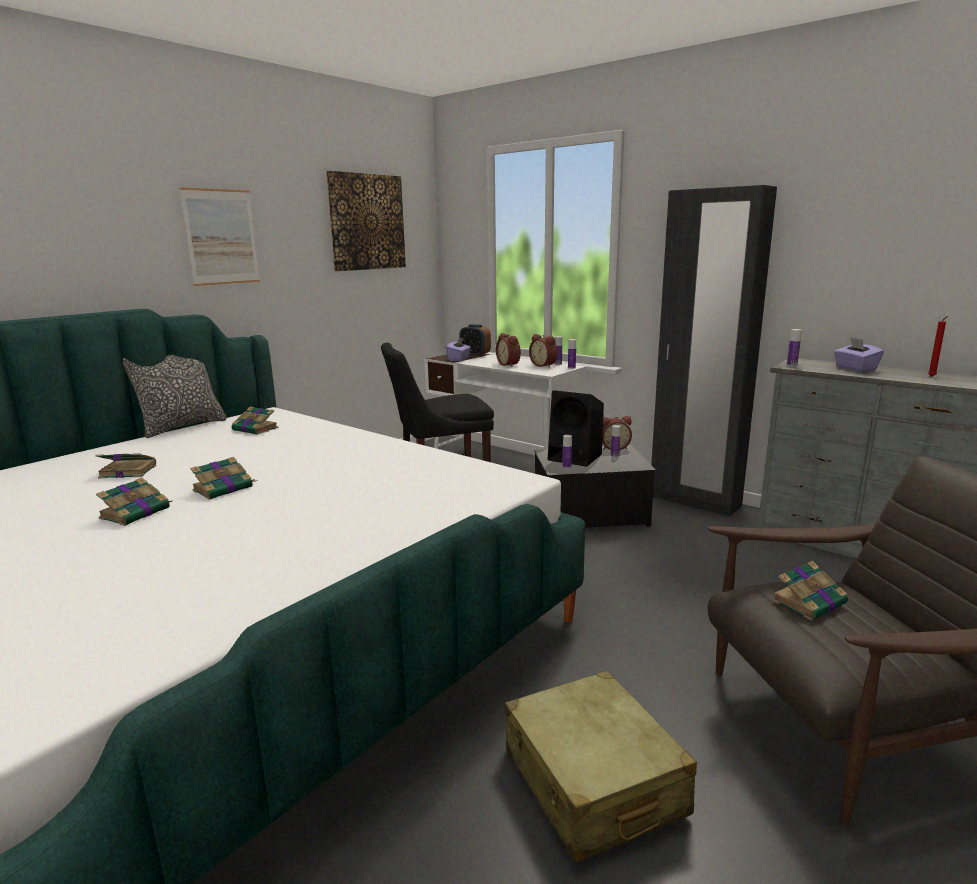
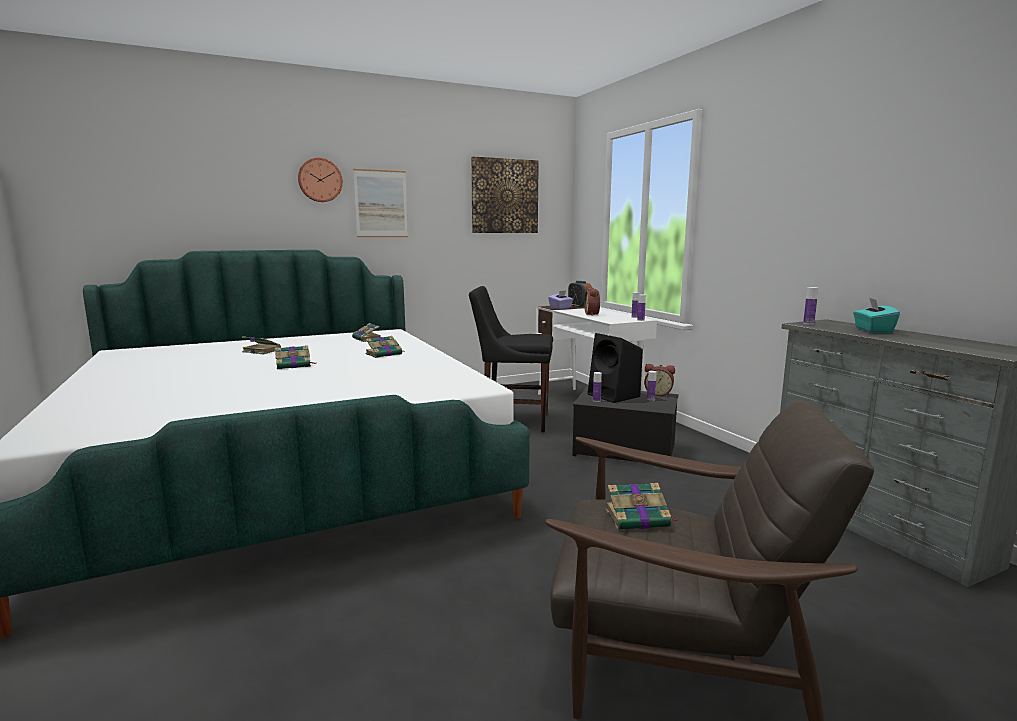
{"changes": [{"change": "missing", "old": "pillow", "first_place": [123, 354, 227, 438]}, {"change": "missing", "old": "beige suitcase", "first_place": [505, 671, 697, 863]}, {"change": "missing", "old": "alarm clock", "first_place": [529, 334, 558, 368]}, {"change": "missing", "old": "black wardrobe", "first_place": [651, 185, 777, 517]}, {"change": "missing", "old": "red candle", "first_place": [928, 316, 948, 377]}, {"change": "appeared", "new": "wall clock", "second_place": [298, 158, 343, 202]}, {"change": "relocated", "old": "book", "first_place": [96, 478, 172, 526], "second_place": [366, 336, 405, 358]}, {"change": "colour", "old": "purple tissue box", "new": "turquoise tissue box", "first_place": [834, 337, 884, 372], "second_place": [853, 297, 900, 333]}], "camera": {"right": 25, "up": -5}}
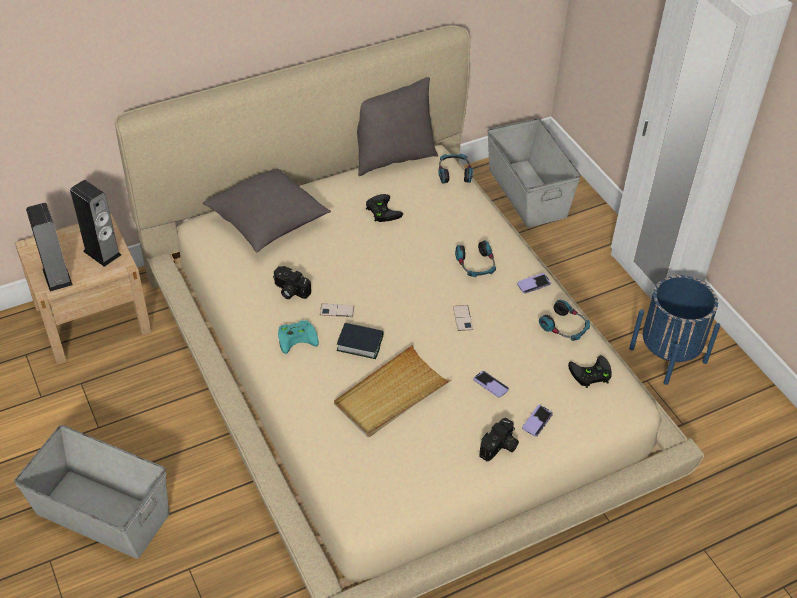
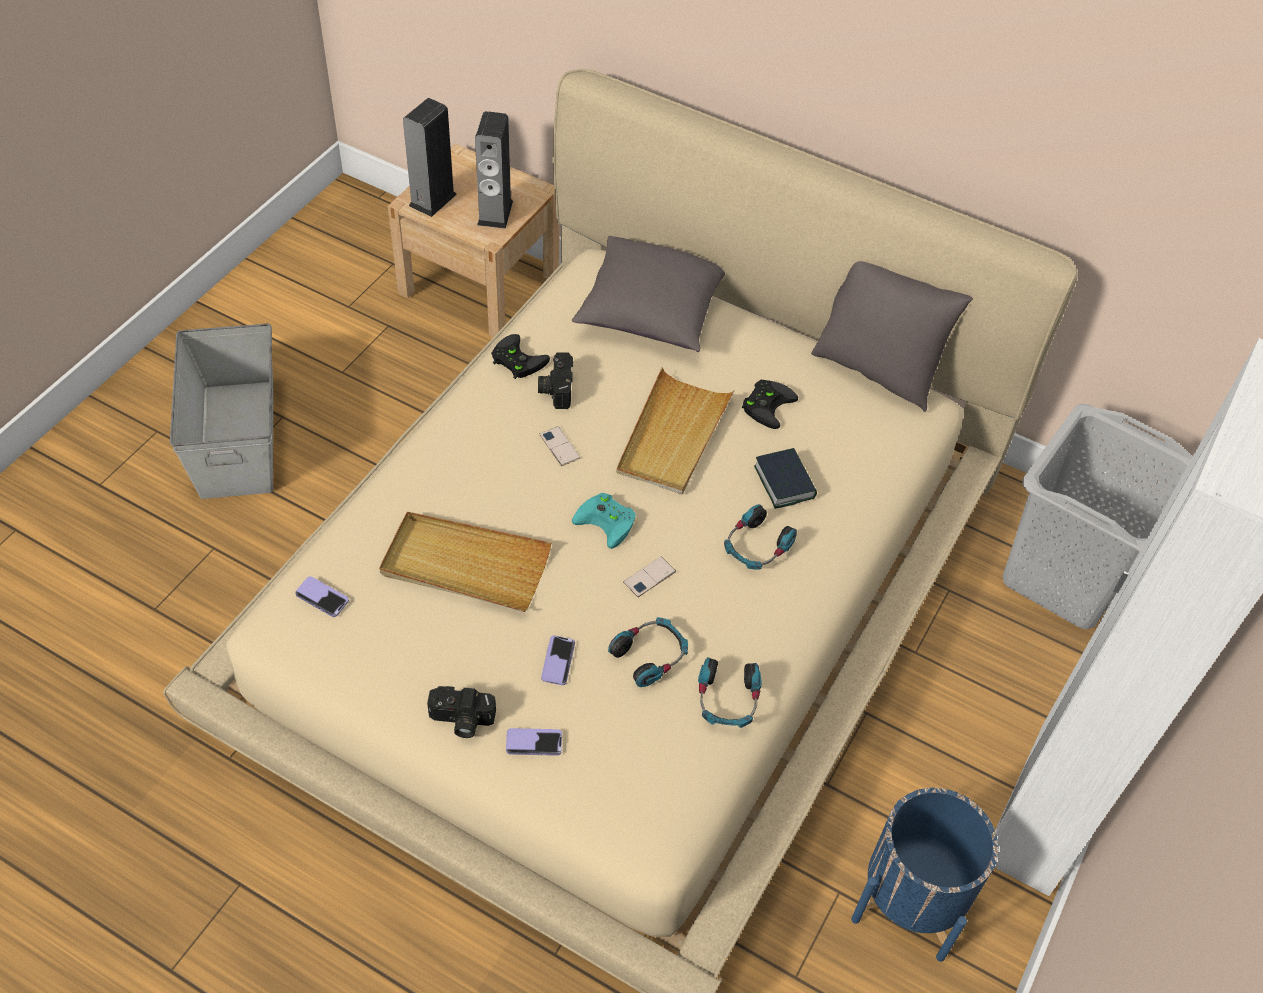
{"changes": [{"change": "appeared", "new": "beige tray", "second_place": [616, 368, 735, 495]}, {"change": "relocated", "old": "turquoise game controller", "first_place": [278, 320, 319, 354], "second_place": [572, 493, 636, 549]}, {"change": "relocated", "old": "book", "first_place": [337, 323, 383, 359], "second_place": [754, 448, 817, 509]}, {"change": "relocated", "old": "headphones", "first_place": [438, 154, 473, 183], "second_place": [608, 617, 688, 687]}, {"change": "relocated", "old": "phone", "first_place": [517, 273, 551, 294], "second_place": [295, 576, 349, 617]}, {"change": "relocated", "old": "black game controller", "first_place": [568, 355, 612, 388], "second_place": [491, 334, 550, 379]}, {"change": "exchanged", "old": "grey storage box", "new": "grey laundry basket", "first_place": [487, 118, 581, 228], "second_place": [1003, 404, 1193, 629]}], "camera": {"right": 55, "up": 5}}
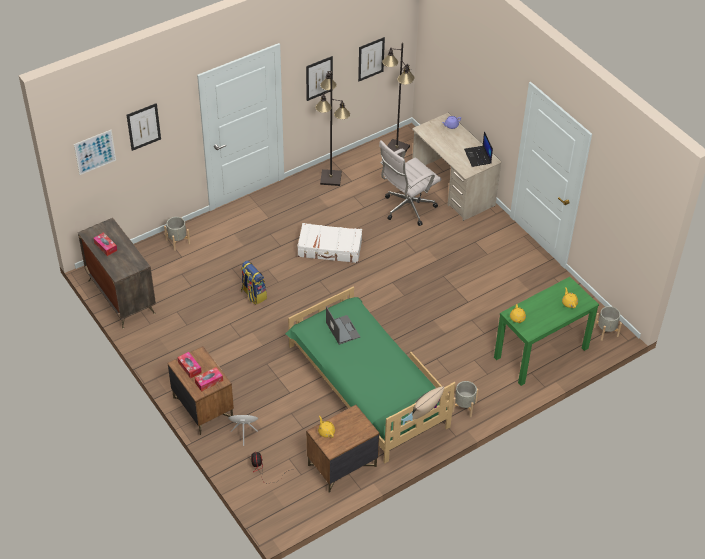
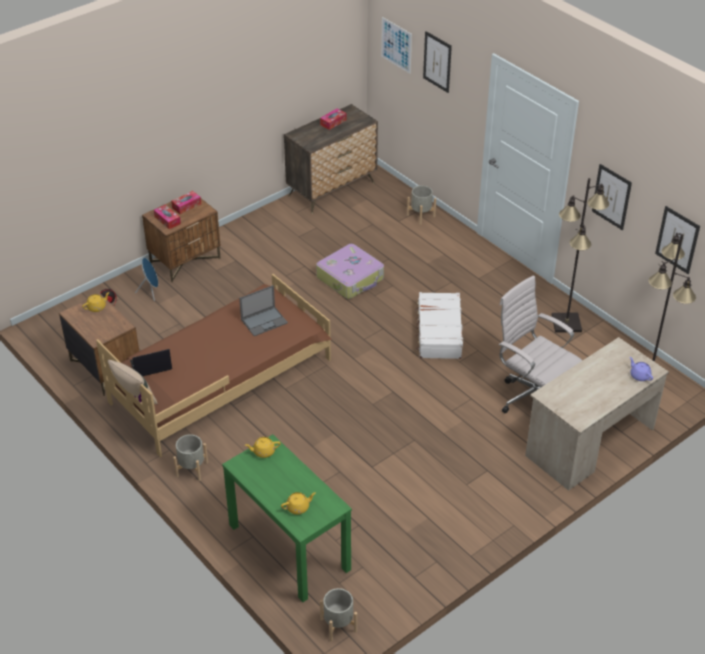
{"changes": [{"change": "relocated", "old": "laptop", "first_place": [464, 131, 493, 167], "second_place": [130, 349, 172, 376]}, {"change": "exchanged", "old": "backpack", "new": "suitcase", "first_place": [241, 260, 267, 305], "second_place": [316, 244, 384, 299]}, {"change": "colour", "old": "green bed", "new": "brown bed", "first_place": [285, 287, 456, 464], "second_place": [96, 274, 332, 457]}], "camera": {"right": 85, "up": -5}}
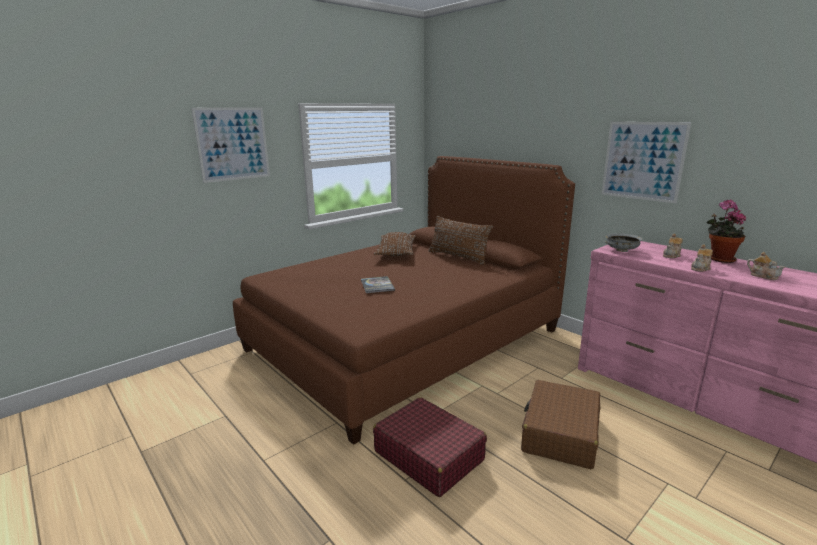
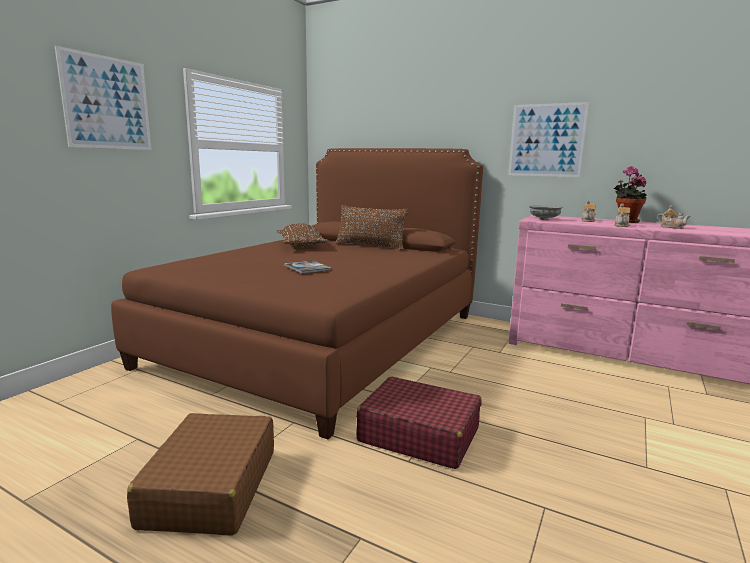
{"changes": [{"change": "relocated", "old": "brown suitcase", "first_place": [521, 380, 600, 469], "second_place": [127, 413, 274, 536]}], "camera": {"right": -20, "up": -5}}
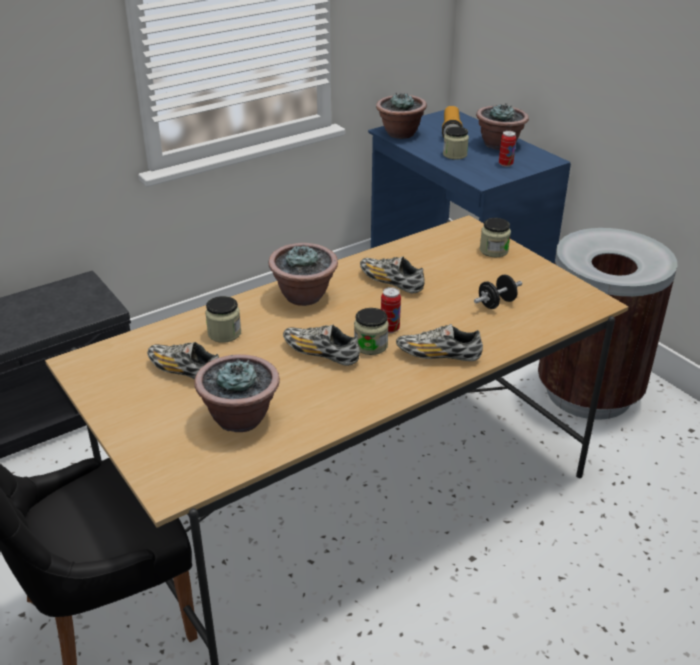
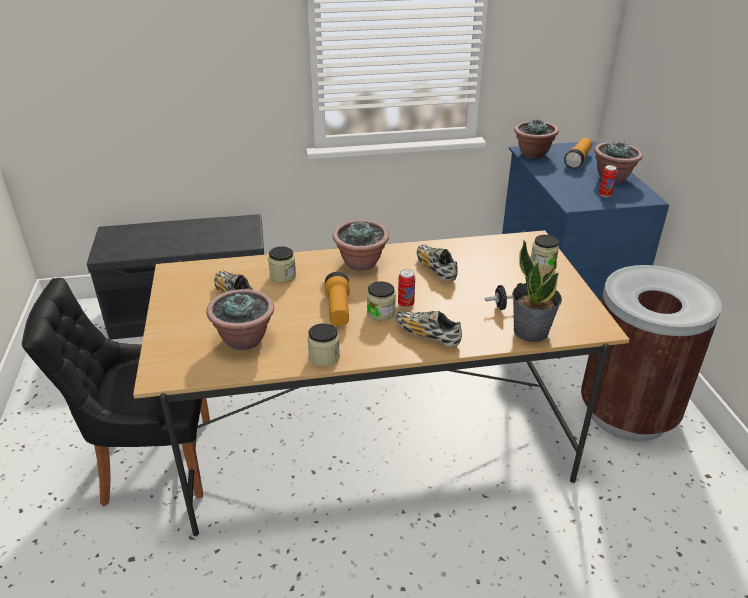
{"changes": [{"change": "appeared", "new": "potted plant", "second_place": [512, 240, 562, 342]}, {"change": "relocated", "old": "jar", "first_place": [443, 126, 469, 160], "second_place": [308, 323, 340, 367]}, {"change": "exchanged", "old": "shoe", "new": "flashlight", "first_place": [283, 325, 360, 366], "second_place": [325, 272, 350, 326]}], "camera": {"right": 25, "up": 0}}
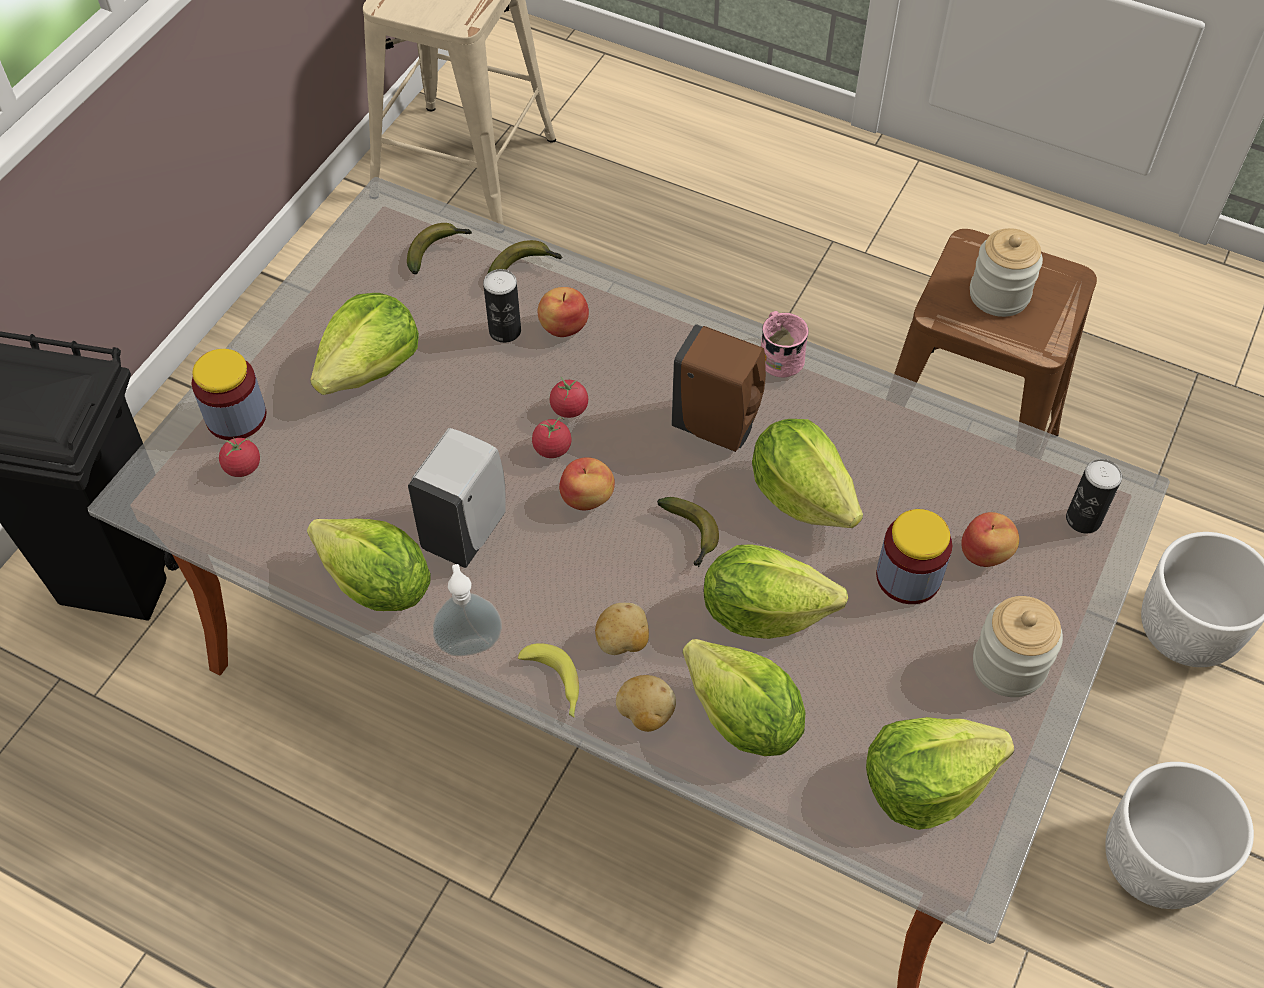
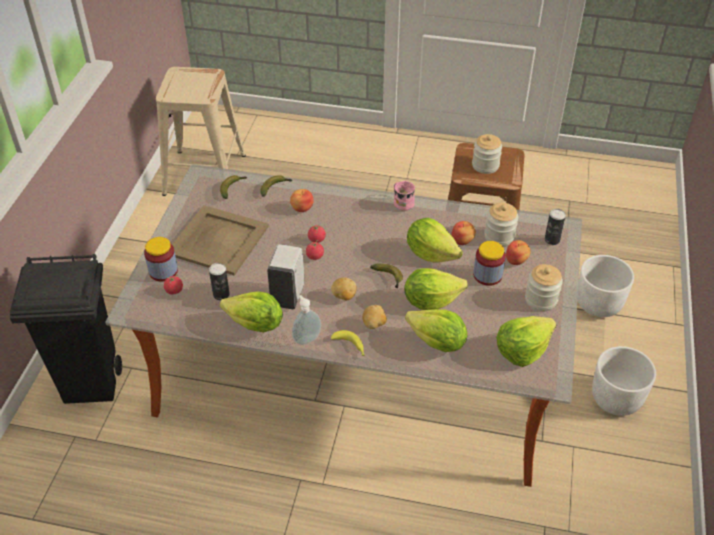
{"changes": [{"change": "missing", "old": "brown soap dispenser", "first_place": [671, 324, 766, 452]}, {"change": "appeared", "new": "jar", "second_place": [484, 203, 519, 246]}, {"change": "relocated", "old": "can", "first_place": [483, 269, 521, 343], "second_place": [209, 263, 230, 300]}, {"change": "relocated", "old": "apple", "first_place": [559, 457, 615, 510], "second_place": [451, 221, 476, 245]}, {"change": "relocated", "old": "potato", "first_place": [616, 675, 676, 732], "second_place": [331, 277, 357, 300]}, {"change": "exchanged", "old": "lettuce", "new": "beige tray", "first_place": [310, 293, 419, 395], "second_place": [172, 205, 269, 276]}], "camera": {"right": -15, "up": -10}}
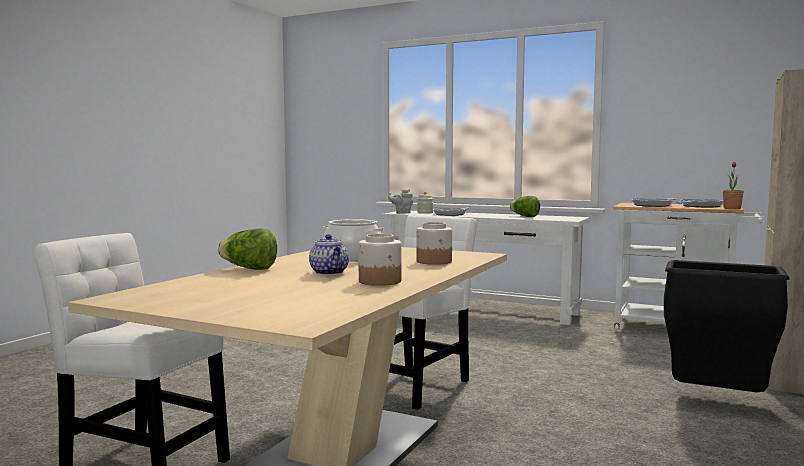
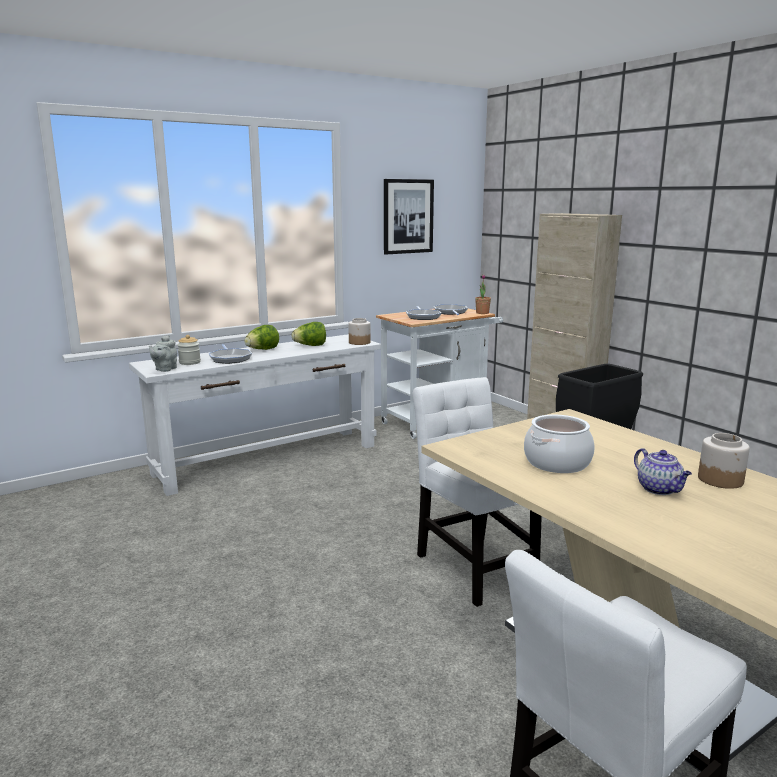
{"changes": [{"change": "appeared", "new": "picture", "second_place": [384, 179, 434, 255]}, {"change": "relocated", "old": "lettuce", "first_place": [218, 229, 277, 270], "second_place": [244, 325, 279, 350]}, {"change": "relocated", "old": "jar", "first_place": [416, 222, 452, 265], "second_place": [348, 318, 371, 345]}, {"change": "spun", "old": "teapot", "first_place": [309, 234, 349, 275], "second_place": [634, 448, 692, 495], "degrees": 60}], "camera": {"right": -60, "up": 10}}
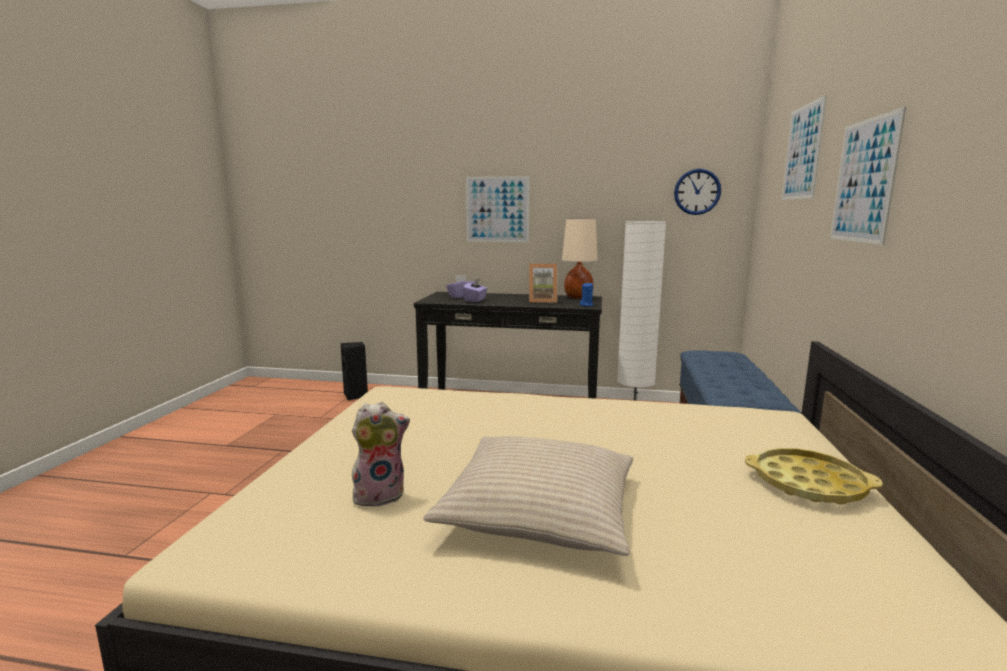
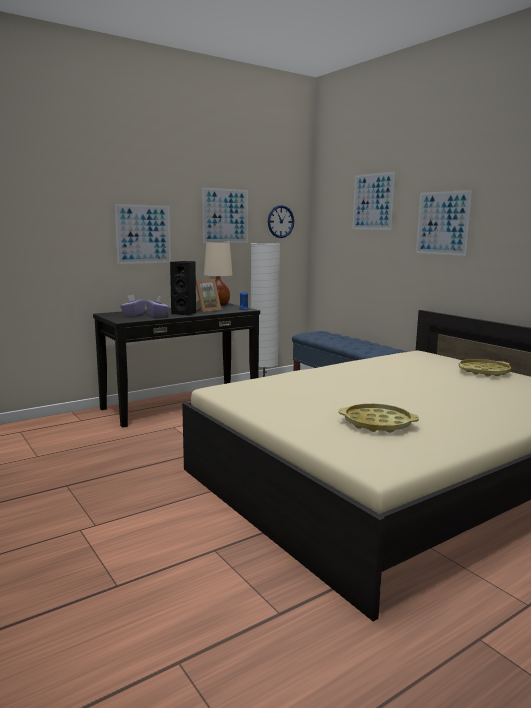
{"changes": [{"change": "missing", "old": "beige pillow", "first_place": [423, 436, 633, 556]}, {"change": "appeared", "new": "picture", "second_place": [202, 188, 248, 243]}, {"change": "relocated", "old": "black speaker", "first_place": [341, 342, 368, 401], "second_place": [170, 261, 196, 316]}, {"change": "exchanged", "old": "plush toy", "new": "yellow tray", "first_place": [351, 402, 410, 509], "second_place": [338, 403, 419, 433]}], "camera": {"right": -45, "up": 0}}
